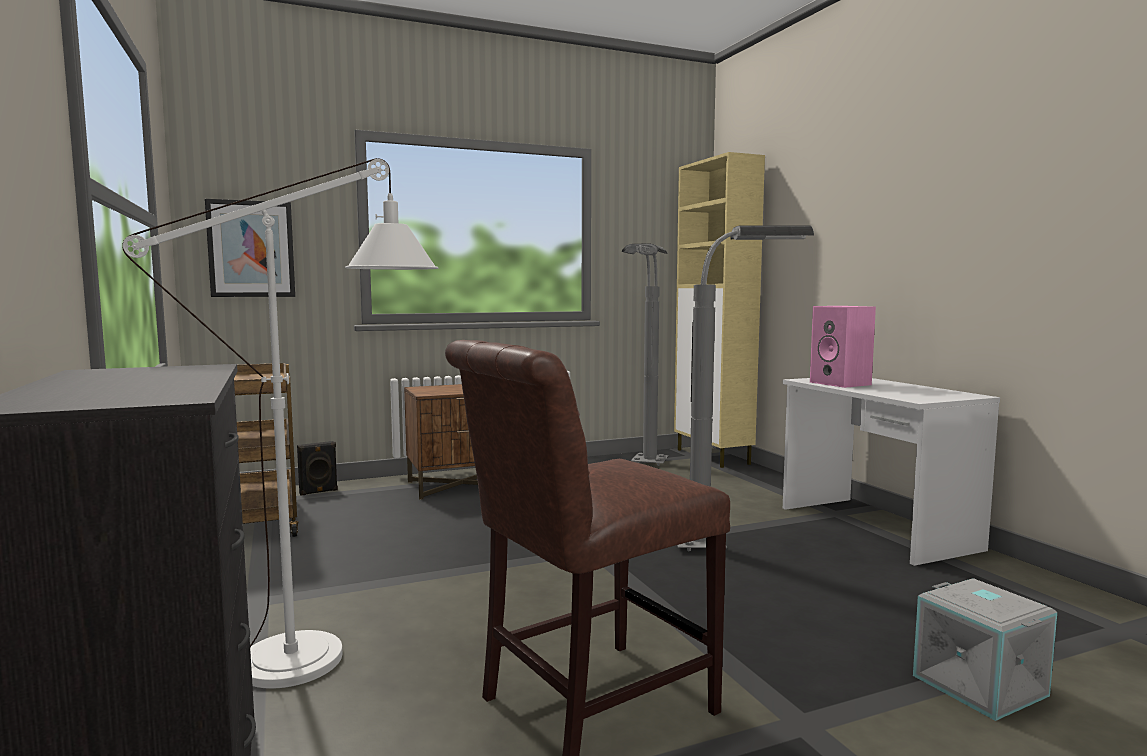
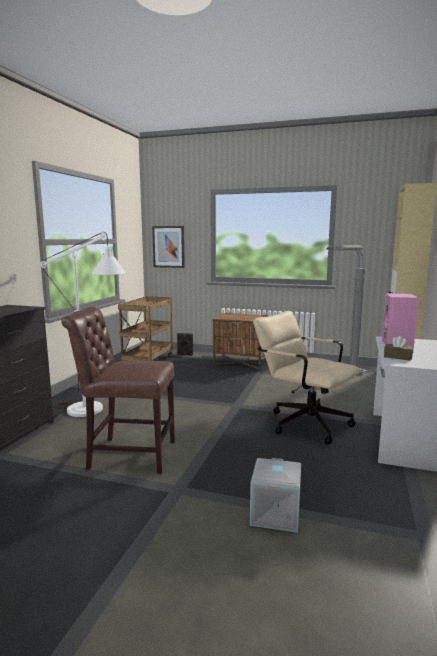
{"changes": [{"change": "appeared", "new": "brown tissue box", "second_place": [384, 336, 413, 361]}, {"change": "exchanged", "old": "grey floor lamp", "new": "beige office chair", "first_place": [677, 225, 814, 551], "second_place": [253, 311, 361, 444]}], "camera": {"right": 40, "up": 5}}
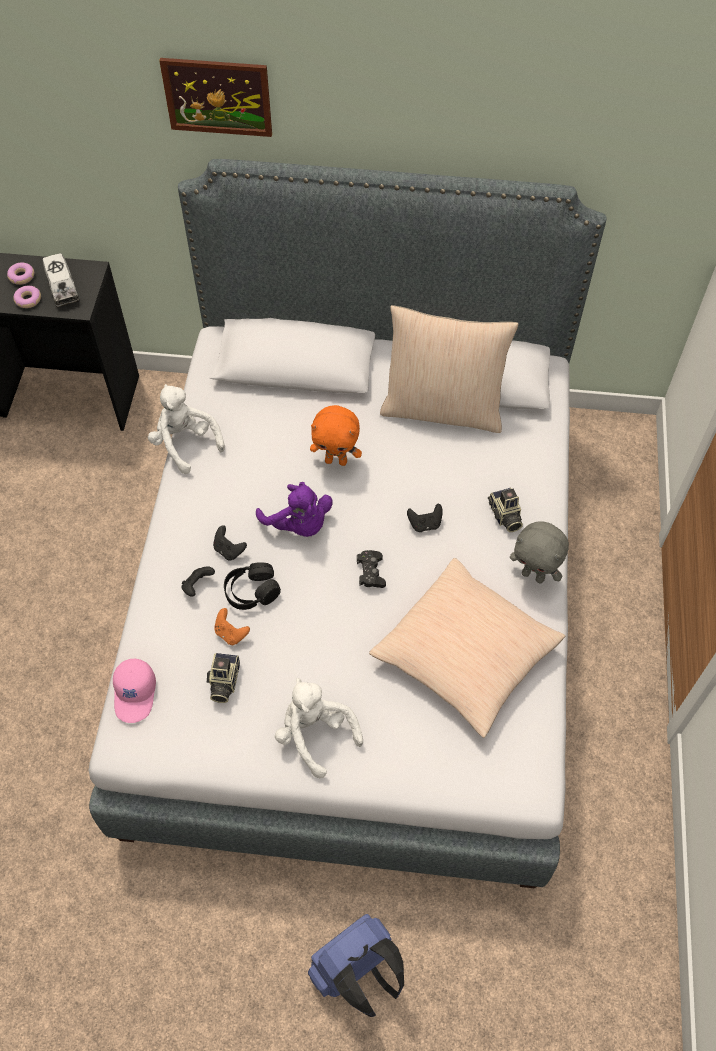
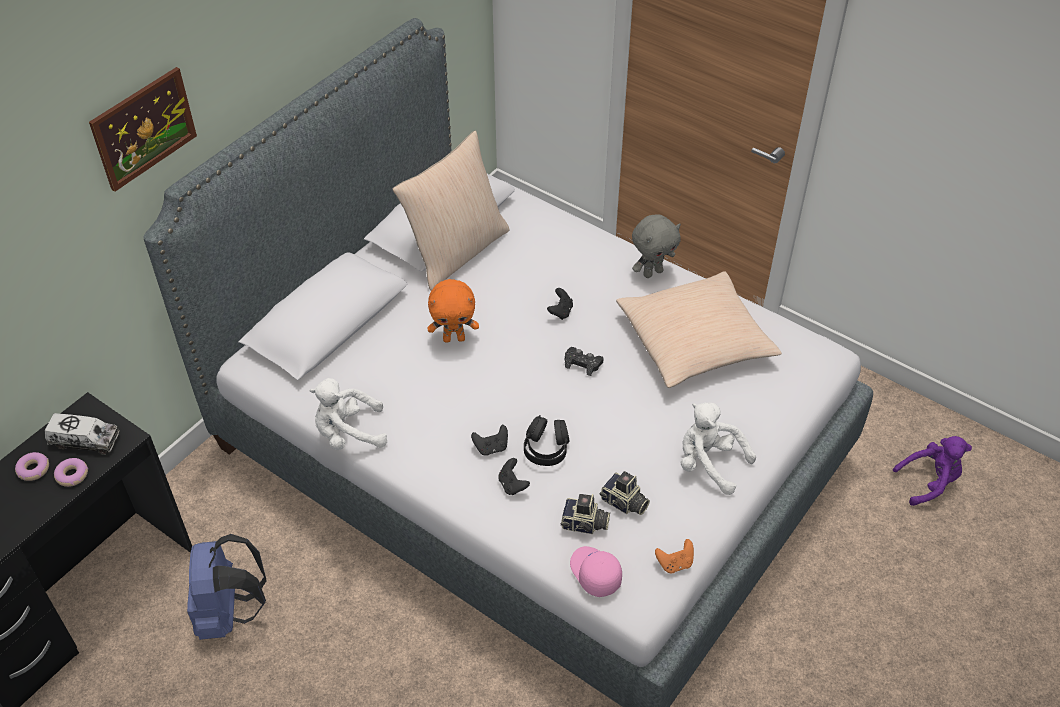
{"changes": [{"change": "relocated", "old": "orange game controller", "first_place": [214, 608, 250, 645], "second_place": [655, 539, 694, 573]}, {"change": "relocated", "old": "purple plush toy", "first_place": [256, 482, 333, 537], "second_place": [893, 436, 972, 506]}, {"change": "relocated", "old": "blue backpack", "first_place": [308, 914, 404, 1017], "second_place": [187, 534, 267, 640]}, {"change": "relocated", "old": "photo camera", "first_place": [488, 488, 523, 532], "second_place": [561, 494, 610, 534]}, {"change": "spun", "old": "pink cap", "first_place": [113, 659, 156, 723], "second_place": [570, 546, 622, 597], "degrees": -150}, {"change": "spun", "old": "white plush toy", "first_place": [275, 678, 363, 778], "second_place": [681, 403, 756, 495], "degrees": 45}, {"change": "spun", "old": "orange plush toy", "first_place": [310, 405, 362, 466], "second_place": [428, 279, 479, 343], "degrees": 45}], "camera": {"right": -60, "up": -10}}
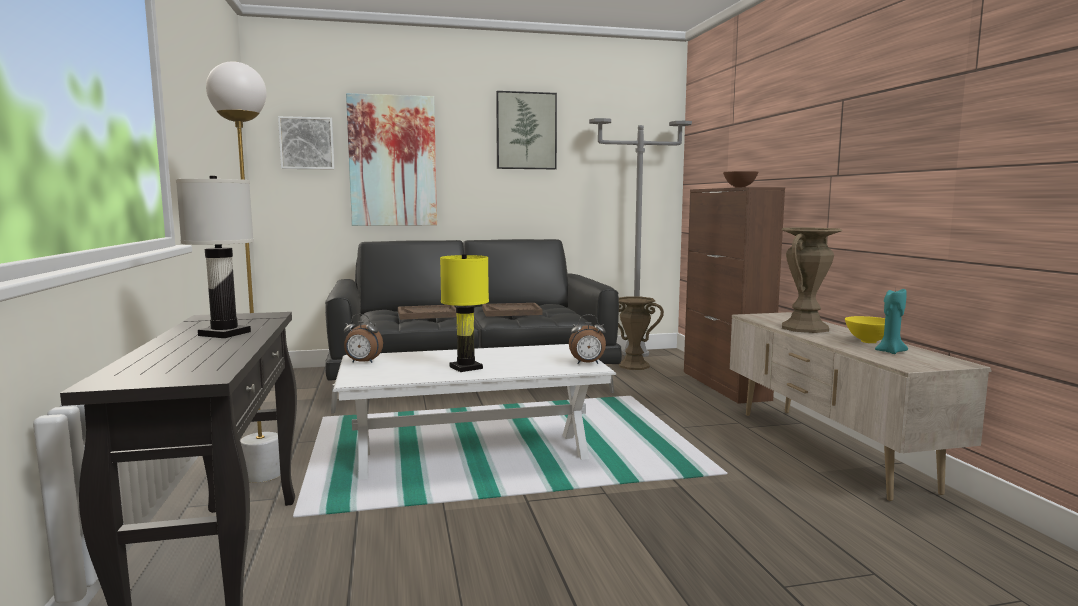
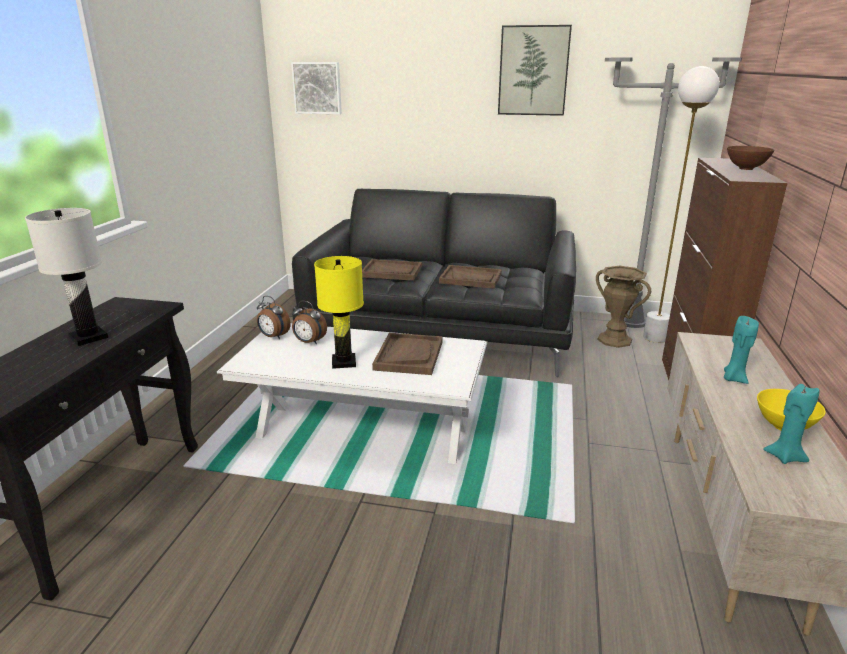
{"changes": [{"change": "missing", "old": "picture", "first_place": [346, 93, 437, 226]}, {"change": "appeared", "new": "brown tray", "second_place": [372, 333, 443, 375]}, {"change": "relocated", "old": "white floor lamp", "first_place": [206, 61, 280, 483], "second_place": [643, 66, 719, 343]}, {"change": "relocated", "old": "alarm clock", "first_place": [569, 314, 606, 364], "second_place": [292, 301, 327, 344]}, {"change": "exchanged", "old": "brown vase", "new": "turquoise candle", "first_place": [782, 227, 842, 333], "second_place": [724, 316, 759, 384]}], "camera": {"right": 25, "up": 15}}
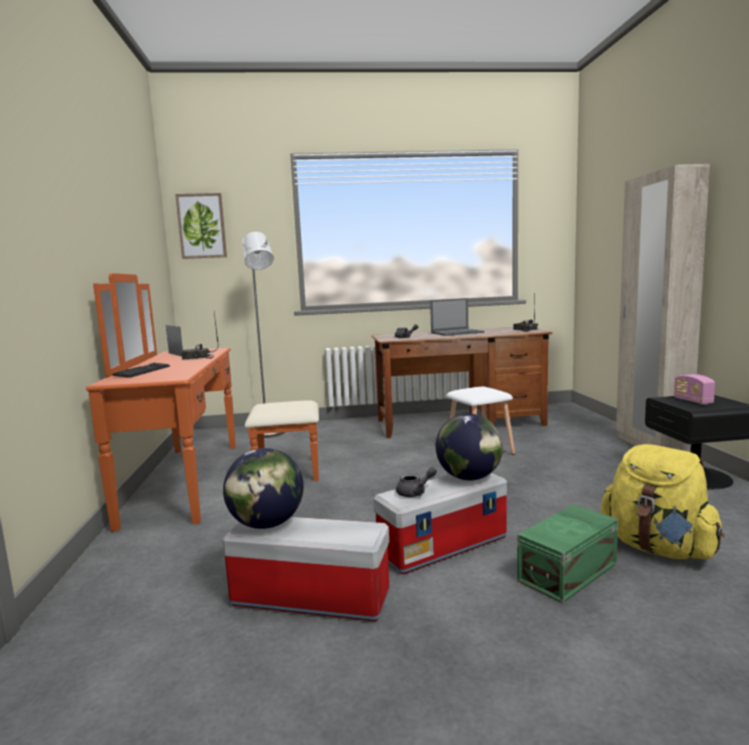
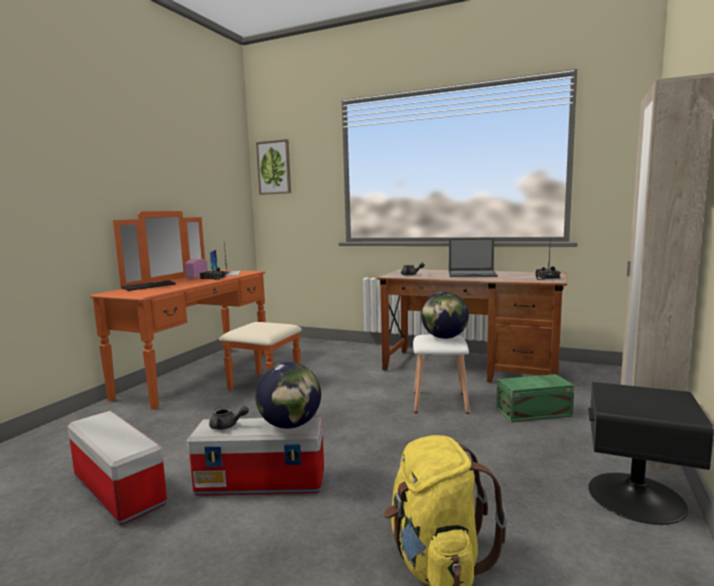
{"changes": [{"change": "missing", "old": "grey floor lamp", "first_place": [243, 232, 285, 438]}, {"change": "relocated", "old": "globe", "first_place": [223, 448, 304, 529], "second_place": [421, 292, 469, 339]}, {"change": "relocated", "old": "green storage box", "first_place": [517, 504, 618, 604], "second_place": [496, 374, 575, 422]}, {"change": "relocated", "old": "radio", "first_place": [674, 374, 715, 405], "second_place": [185, 259, 208, 279]}], "camera": {"right": 30, "up": 0}}
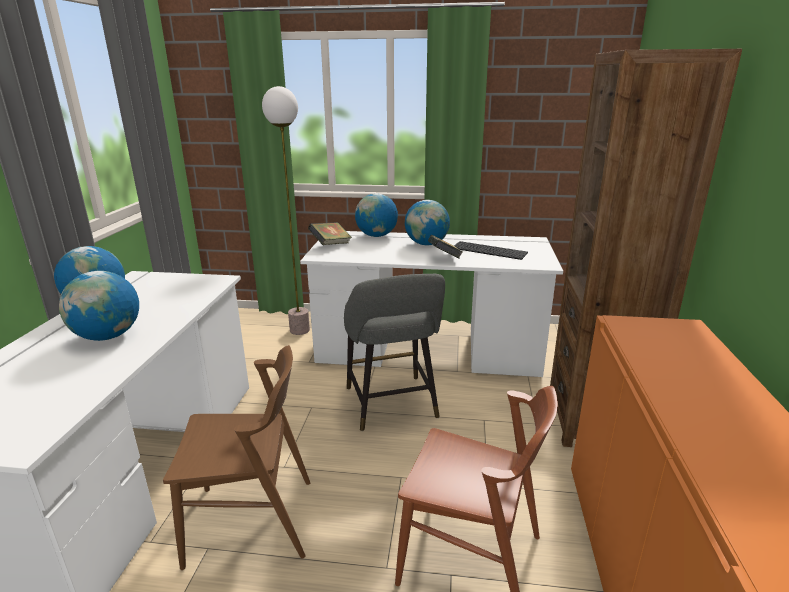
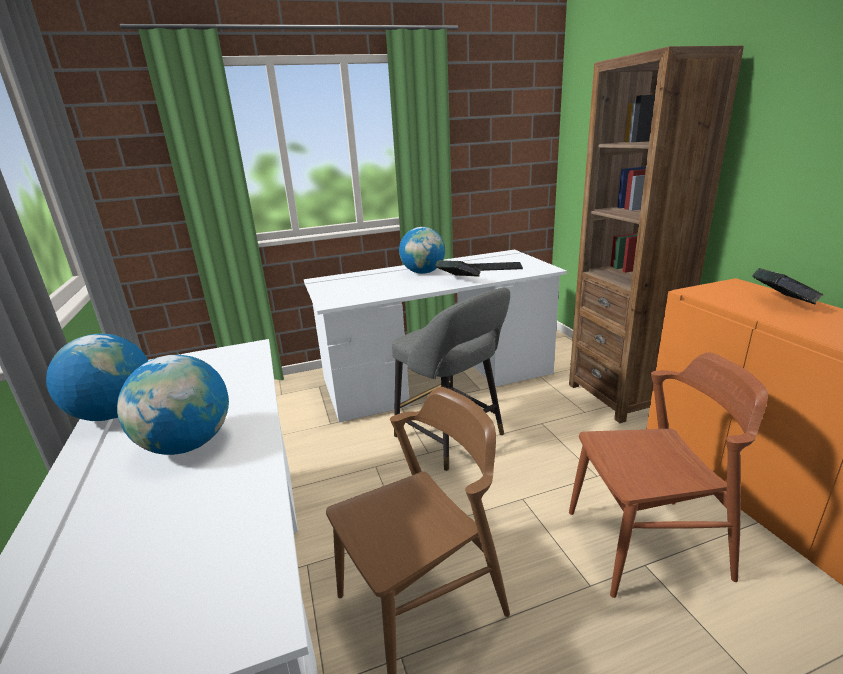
{"changes": [{"change": "missing", "old": "floor lamp", "first_place": [262, 86, 310, 335]}, {"change": "missing", "old": "globe", "first_place": [355, 193, 398, 237]}, {"change": "relocated", "old": "book", "first_place": [308, 222, 352, 245], "second_place": [753, 268, 824, 304]}], "camera": {"right": -25, "up": 0}}
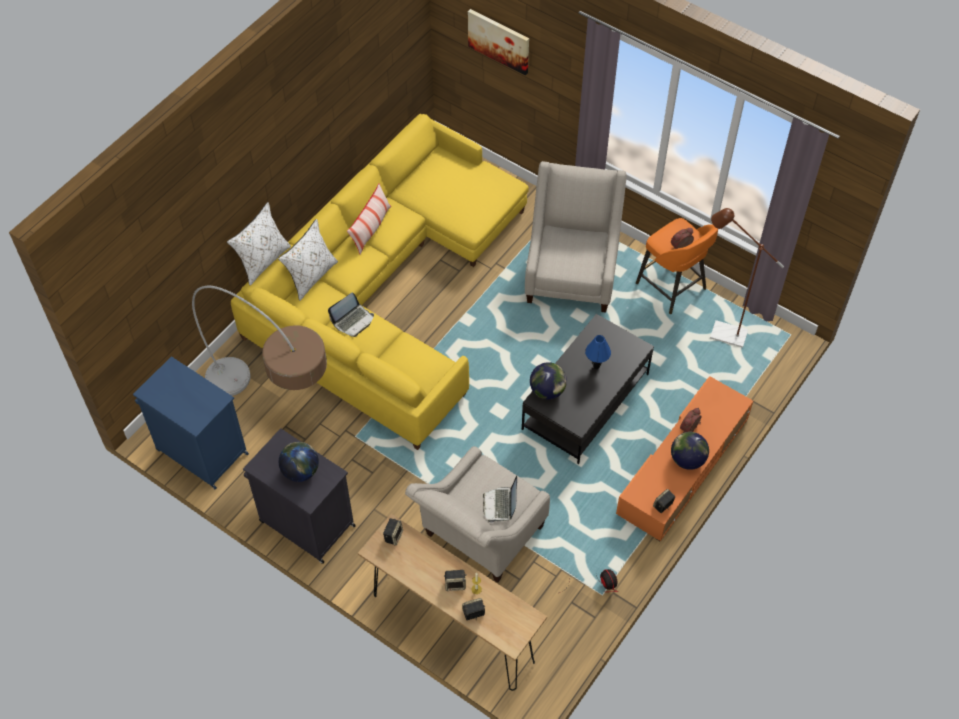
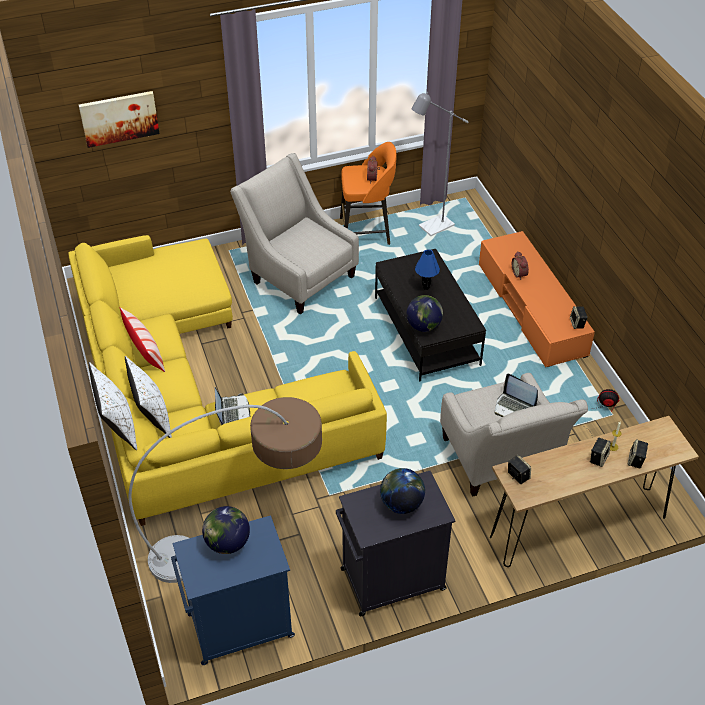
{"changes": [{"change": "relocated", "old": "globe", "first_place": [671, 432, 709, 470], "second_place": [202, 506, 250, 554]}, {"change": "colour", "old": "brown floor lamp", "new": "grey floor lamp", "first_place": [710, 208, 784, 348], "second_place": [411, 92, 468, 236]}], "camera": {"right": -55, "up": -10}}
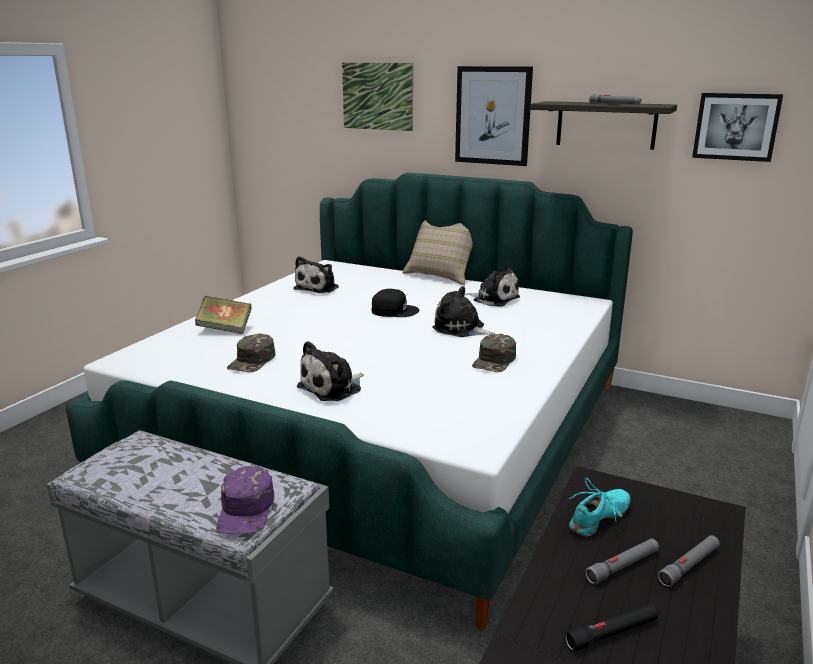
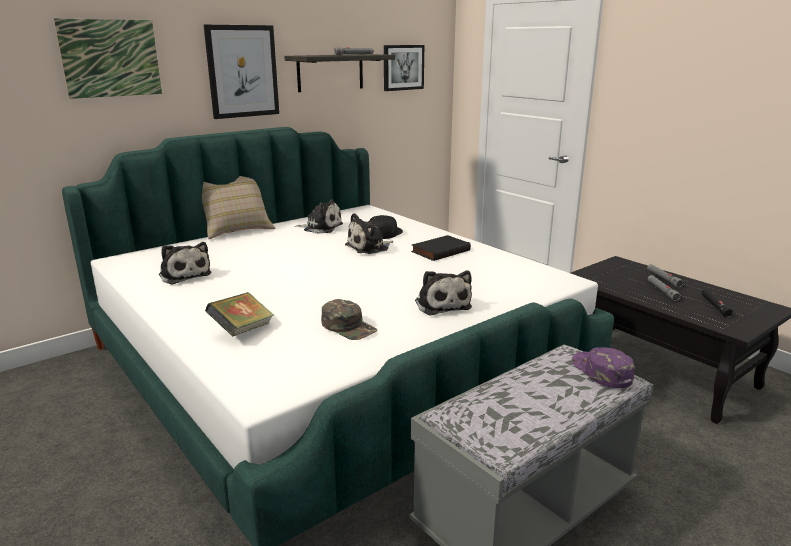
{"changes": [{"change": "missing", "old": "turquoise shoe", "first_place": [569, 478, 631, 537]}, {"change": "relocated", "old": "black cap", "first_place": [372, 289, 419, 317], "second_place": [369, 215, 403, 239]}, {"change": "exchanged", "old": "green cap", "new": "black book", "first_place": [472, 334, 516, 372], "second_place": [411, 235, 471, 261]}, {"change": "spun", "old": "purple cap", "first_place": [216, 466, 274, 534], "second_place": [571, 347, 635, 388], "degrees": -135}, {"change": "spun", "old": "plush toy", "first_place": [465, 267, 520, 307], "second_place": [295, 199, 343, 234], "degrees": 45}], "camera": {"right": -65, "up": 0}}
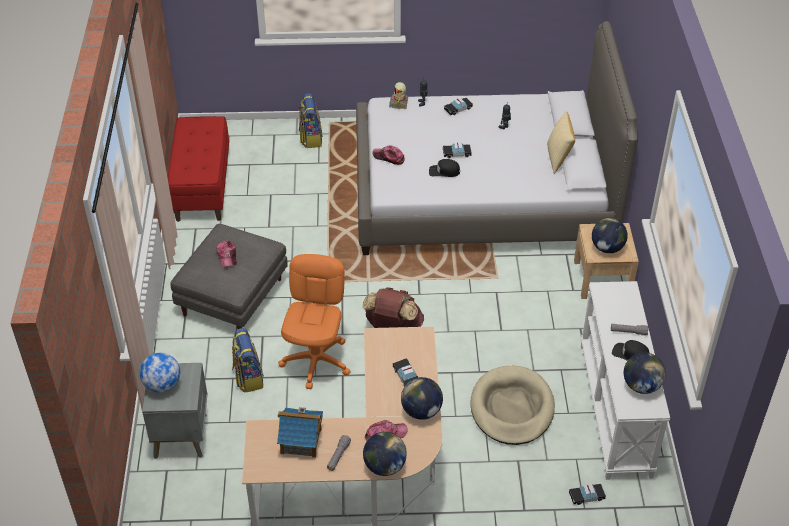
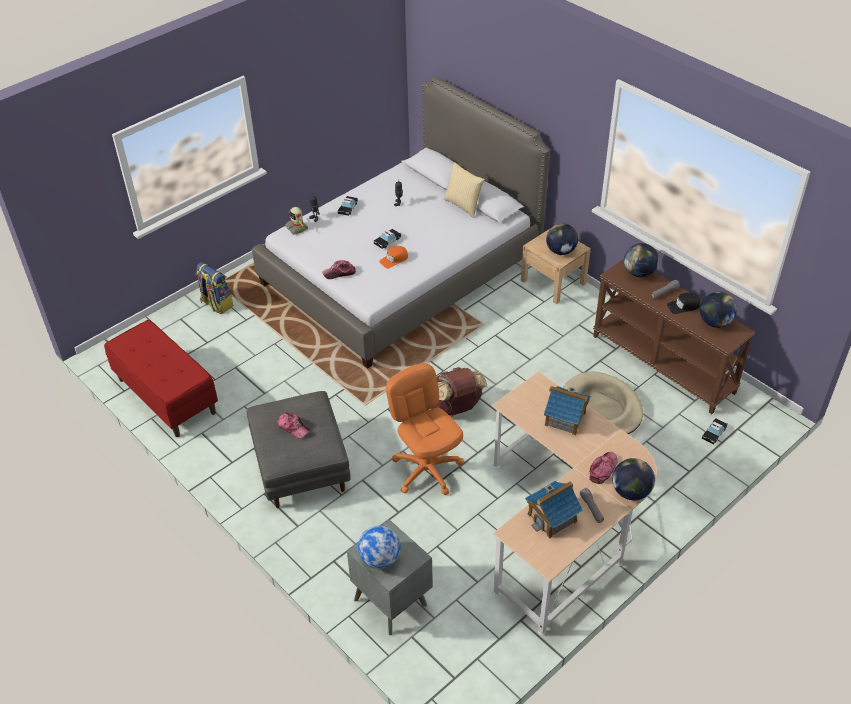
{"changes": [{"change": "missing", "old": "backpack", "first_place": [232, 328, 264, 393]}, {"change": "relocated", "old": "globe", "first_place": [401, 377, 443, 420], "second_place": [624, 243, 659, 277]}, {"change": "exchanged", "old": "toy car", "new": "toy house", "first_place": [393, 358, 419, 387], "second_place": [544, 386, 590, 435]}, {"change": "colour", "old": "black cap", "new": "orange cap", "first_place": [429, 159, 460, 177], "second_place": [379, 246, 408, 269]}, {"change": "colour", "old": "white console table", "new": "brown console table", "first_place": [581, 281, 670, 480], "second_place": [593, 259, 755, 414]}], "camera": {"right": -40, "up": 0}}
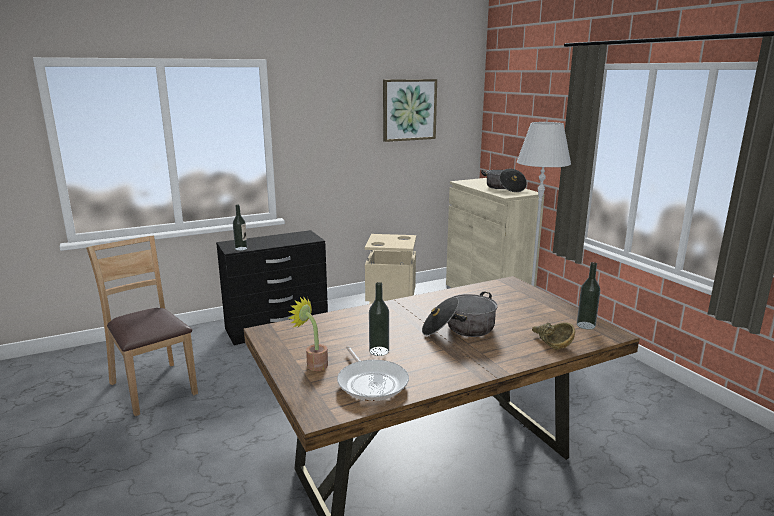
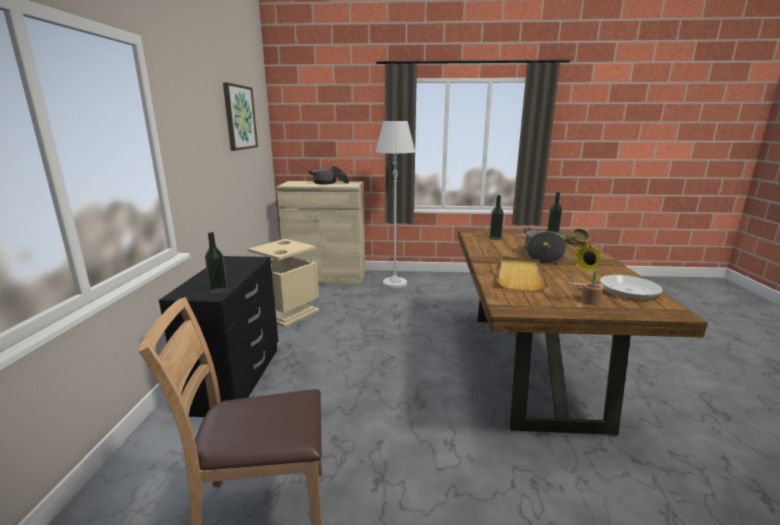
{"changes": [{"change": "appeared", "new": "beige tray", "second_place": [496, 257, 548, 291]}, {"change": "relocated", "old": "bottle", "first_place": [369, 282, 389, 356], "second_place": [489, 195, 504, 240]}], "camera": {"right": -60, "up": 0}}
